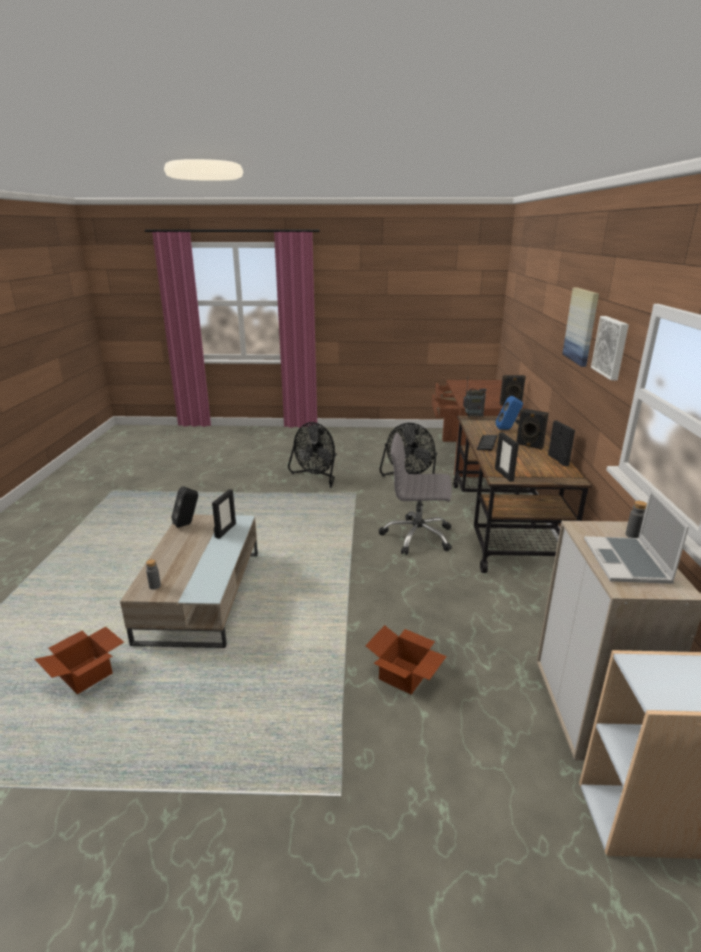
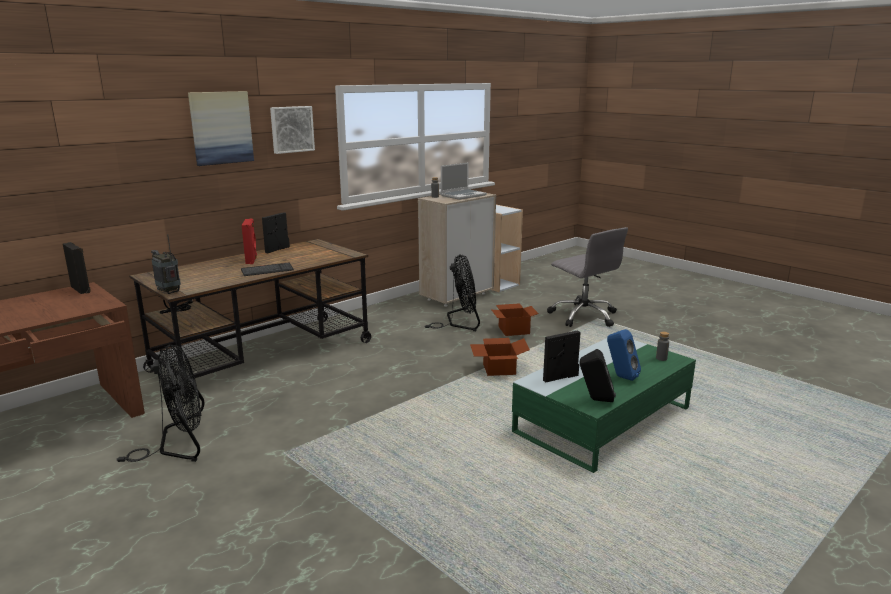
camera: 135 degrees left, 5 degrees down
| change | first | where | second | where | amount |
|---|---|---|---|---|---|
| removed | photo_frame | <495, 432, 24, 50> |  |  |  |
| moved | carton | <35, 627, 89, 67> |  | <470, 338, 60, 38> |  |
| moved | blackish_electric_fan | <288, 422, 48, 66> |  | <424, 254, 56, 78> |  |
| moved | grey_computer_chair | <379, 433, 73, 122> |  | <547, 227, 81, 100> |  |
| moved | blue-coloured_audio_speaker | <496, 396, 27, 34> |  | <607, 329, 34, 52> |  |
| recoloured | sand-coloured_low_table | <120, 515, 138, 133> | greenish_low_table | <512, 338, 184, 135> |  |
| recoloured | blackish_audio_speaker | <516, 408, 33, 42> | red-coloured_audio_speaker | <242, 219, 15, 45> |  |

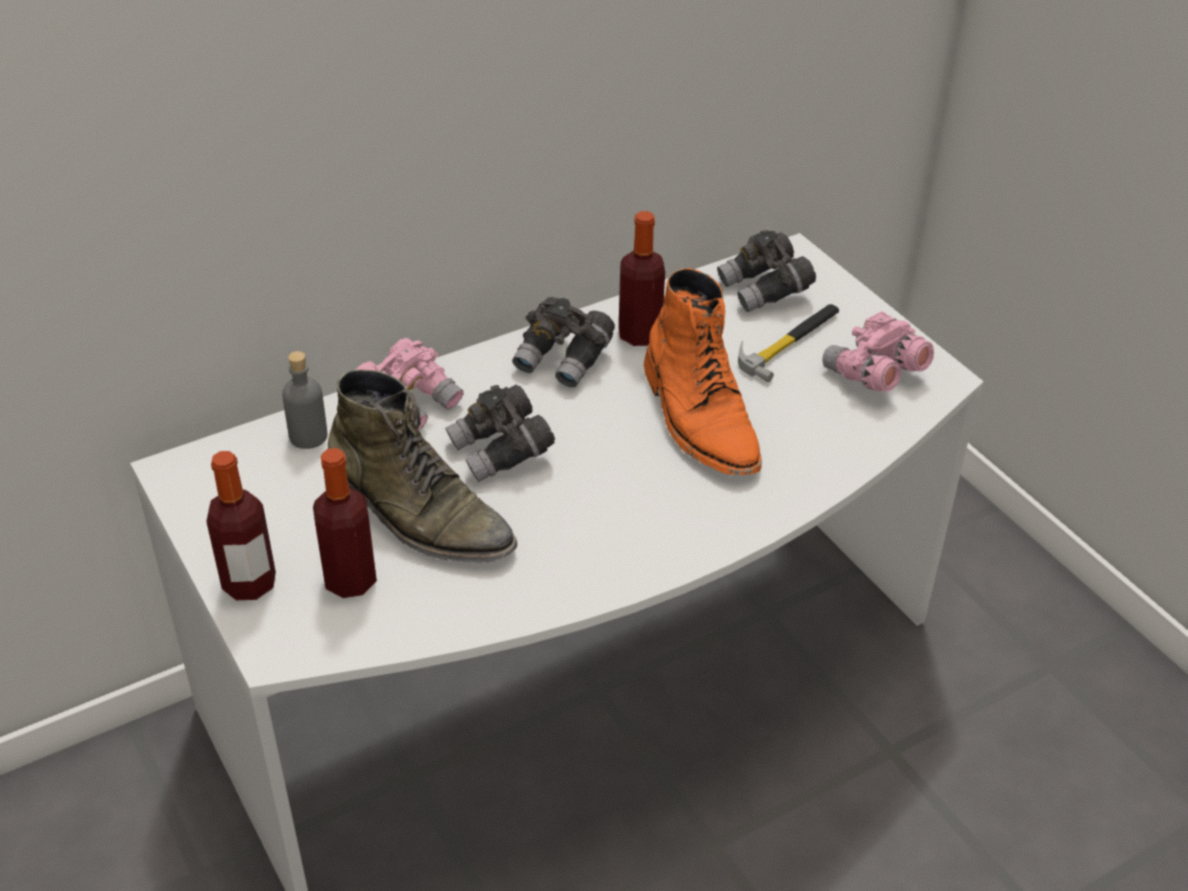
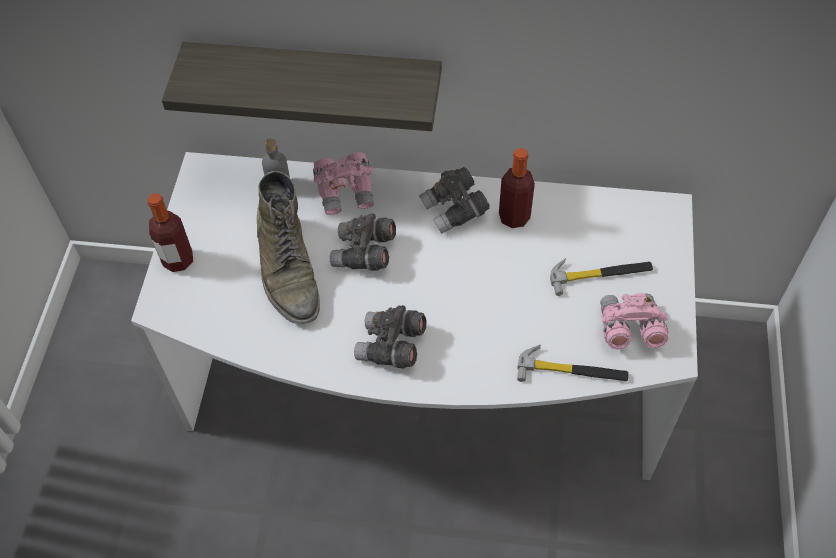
camera: 40 degrees right, 15 degrees up
| change | first | where | second | where | amount |
|---|---|---|---|---|---|
| removed | beverage_bottle | <313, 448, 64, 150> |  |  |  |
| removed | orange-coloured_tall_boot | <644, 268, 118, 207> |  |  |  |
| added |  |  | wall_shelf | <162, 42, 280, 89> |  |
| added |  |  | tool_hammer | <517, 345, 112, 37> |  |
| moved | grey_pair_of_binoculars | <717, 230, 99, 82> |  | <354, 305, 73, 64> |  |

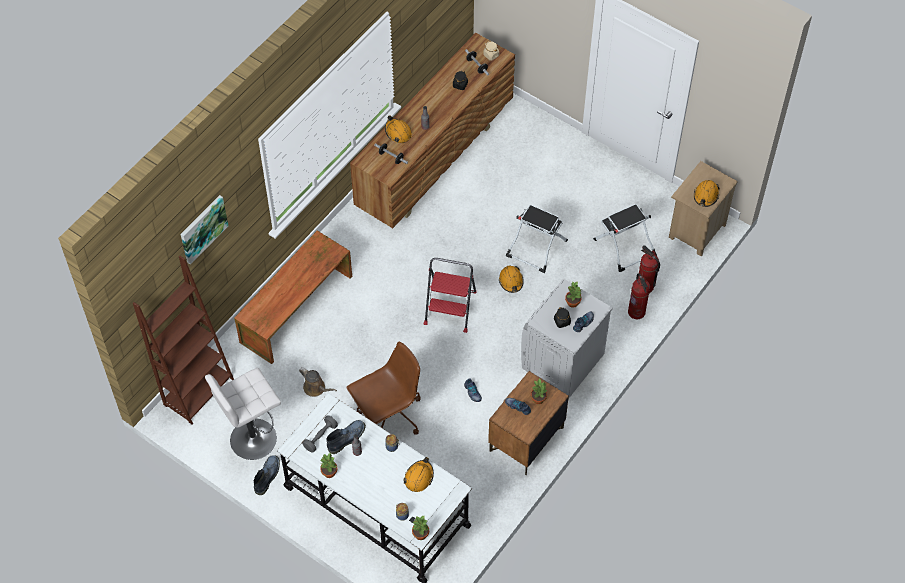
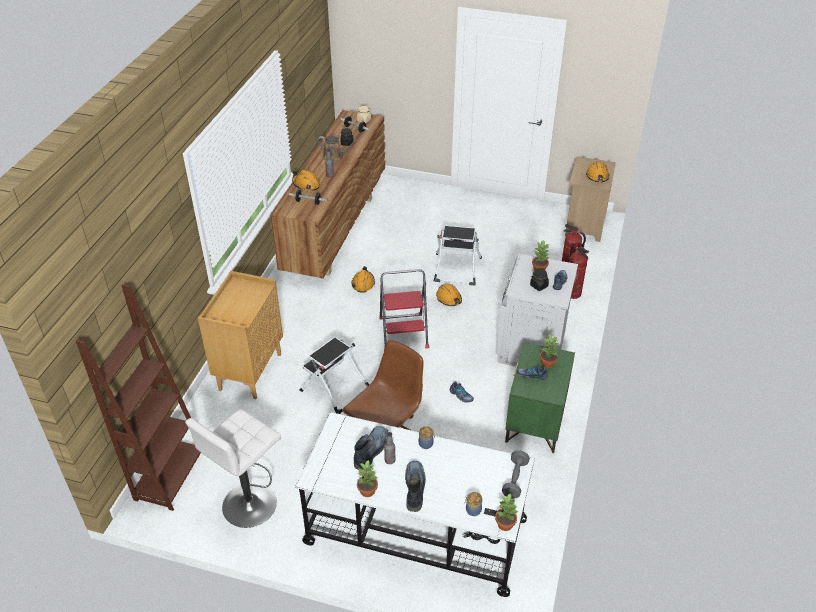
camera: 20 degrees left, 15 degrees down
| change | first | where | second | where | amount |
|---|---|---|---|---|---|
| removed | wall_picture | <181, 195, 47, 70> |  |  |  |
| moved | tall_boot | <254, 455, 26, 40> |  | <405, 461, 21, 51> |  |
| moved | brownish_sprinkling_can | <299, 367, 38, 30> |  | <317, 136, 42, 27> |  |
| moved | grey_free_weight | <302, 415, 36, 38> |  | <502, 450, 28, 49> |  |
| moved | orange-coloured_safety_helmet | <403, 457, 31, 35> |  | <351, 266, 24, 27> |  |
| moved | step_stool | <593, 204, 64, 68> |  | <300, 337, 69, 77> |  |
| replaced | brownish_indoor_bench | <234, 231, 118, 133> | brownish_cabinet | <198, 271, 85, 128> |  |
| recoloured | brownish_bedside_table | <488, 371, 81, 104> | greenish_bedside_table | <505, 342, 70, 111> |  |

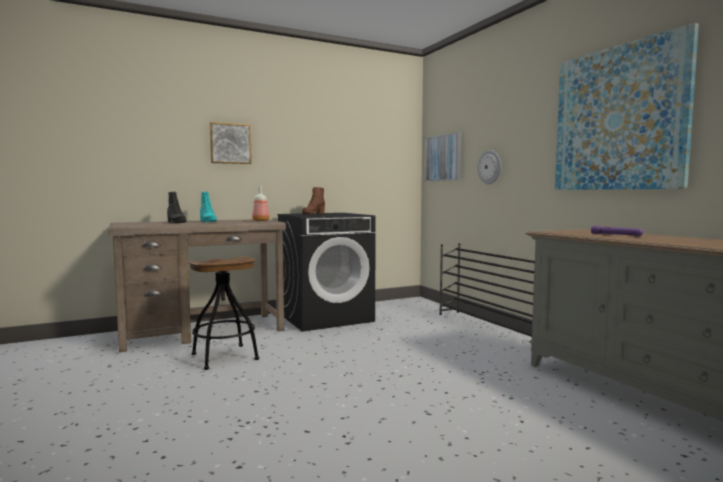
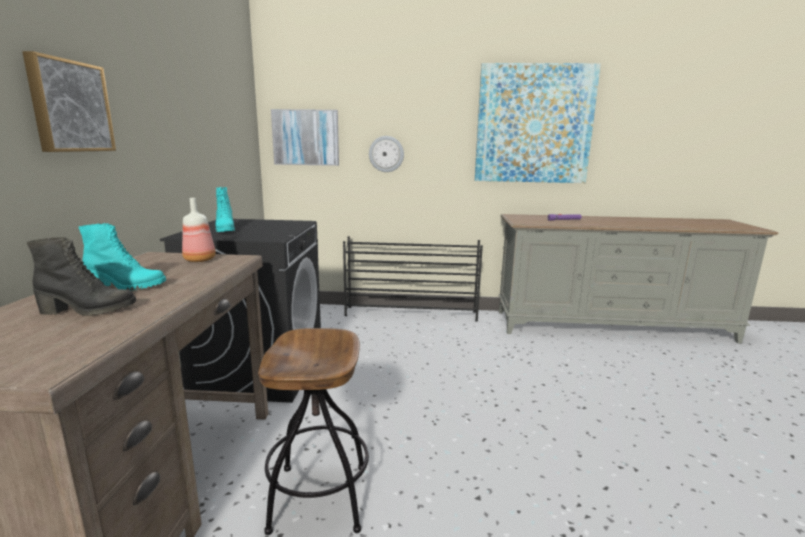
camera: 60 degrees left, 10 degrees up
| change | first | where | second | where | amount |
|---|---|---|---|---|---|
| recoloured | brownish_tall_boot | <302, 187, 23, 27> | turquoise_tall_boot | <215, 187, 20, 45> |  |

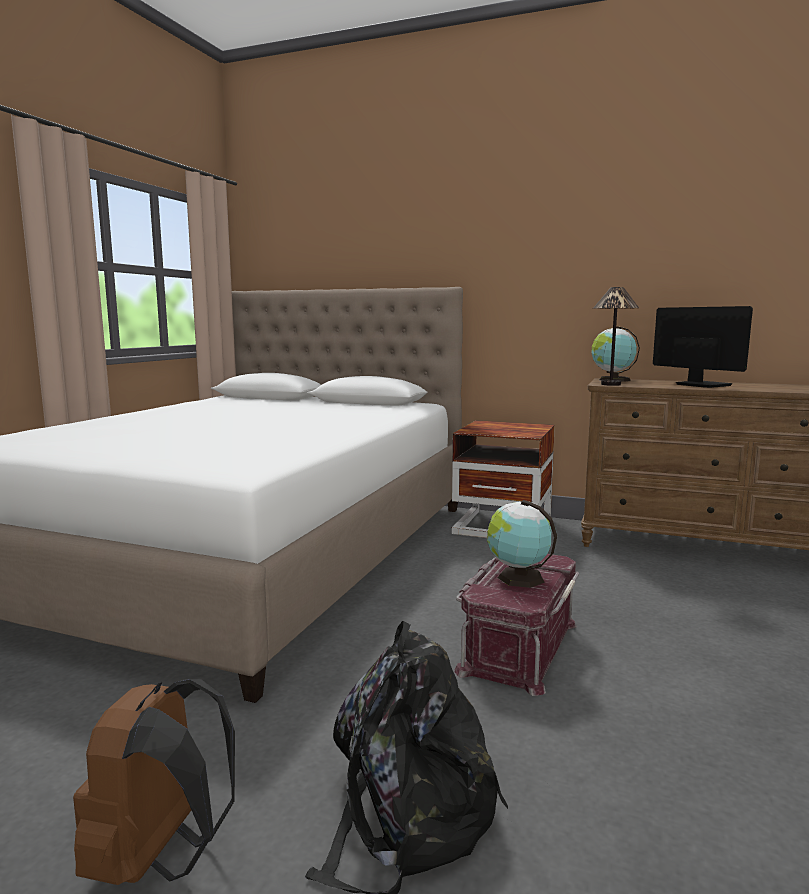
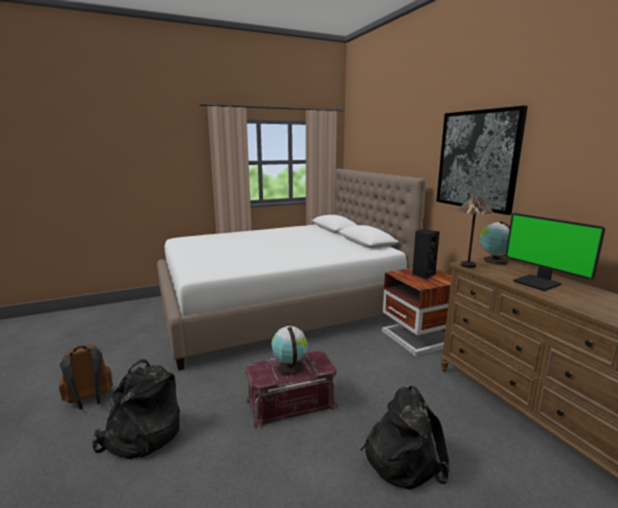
camera: 45 degrees right, 5 degrees up
| change | first | where | second | where | amount |
|---|---|---|---|---|---|
| added |  |  | blackish_rucksack | <360, 386, 89, 104> |  |
| added |  |  | blackish_audio_speaker | <412, 229, 28, 50> |  |
| added |  |  | wall_picture | <436, 105, 92, 110> |  |
| turned | computer_screen | <653, 306, 100, 82> |  | <506, 213, 99, 78> | 135 degrees clockwise |

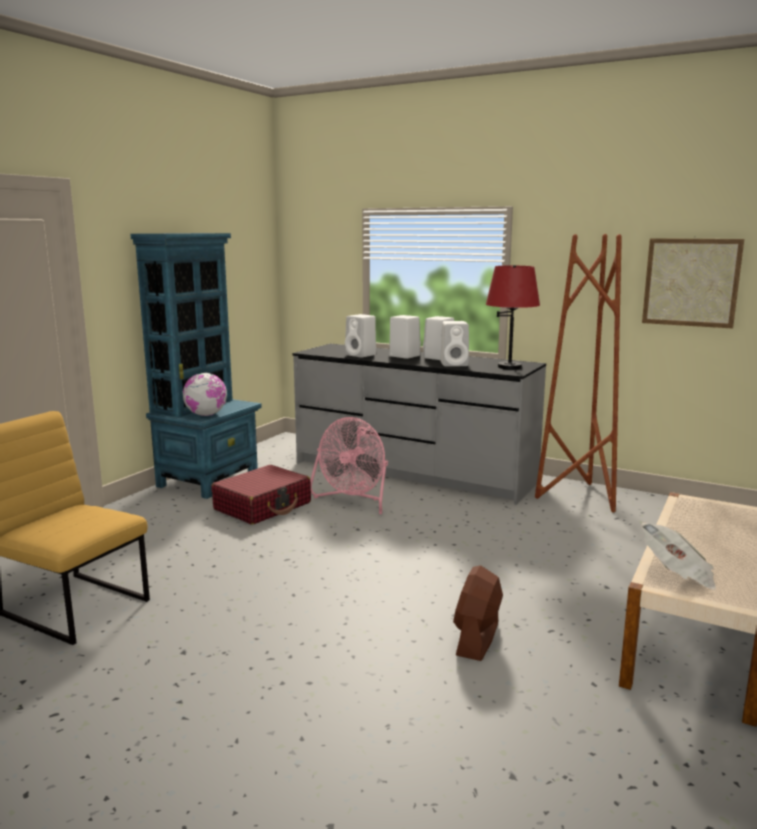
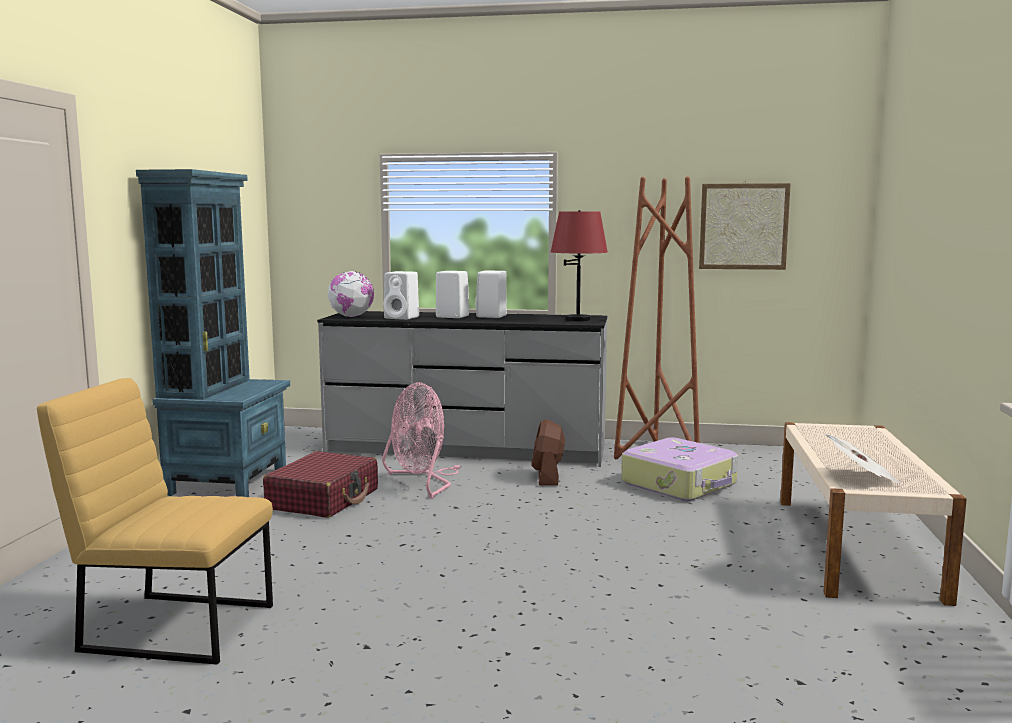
camera: 20 degrees left, 5 degrees down
| change | first | where | second | where | amount |
|---|---|---|---|---|---|
| removed | white_audio_speaker | <440, 321, 29, 46> |  |  |  |
| added |  |  | suitcase | <621, 437, 117, 64> |  |
| moved | world_globe | <183, 373, 44, 43> |  | <328, 271, 46, 46> |  |
| moved | brownish_electric_fan | <453, 565, 50, 96> |  | <532, 419, 33, 67> |  |
| turned | pink-coloured_electric_fan | <310, 417, 78, 97> |  | <382, 382, 79, 117> | 45 degrees clockwise |

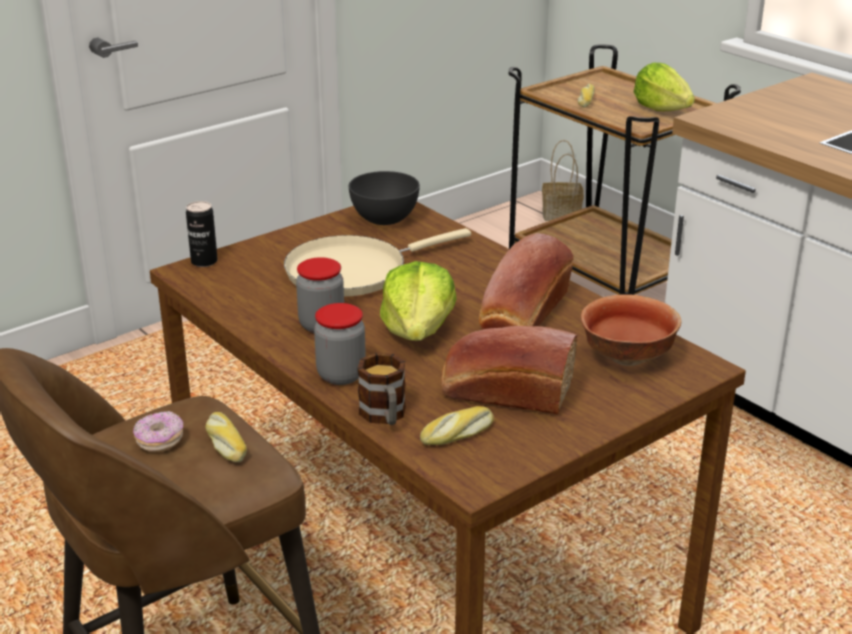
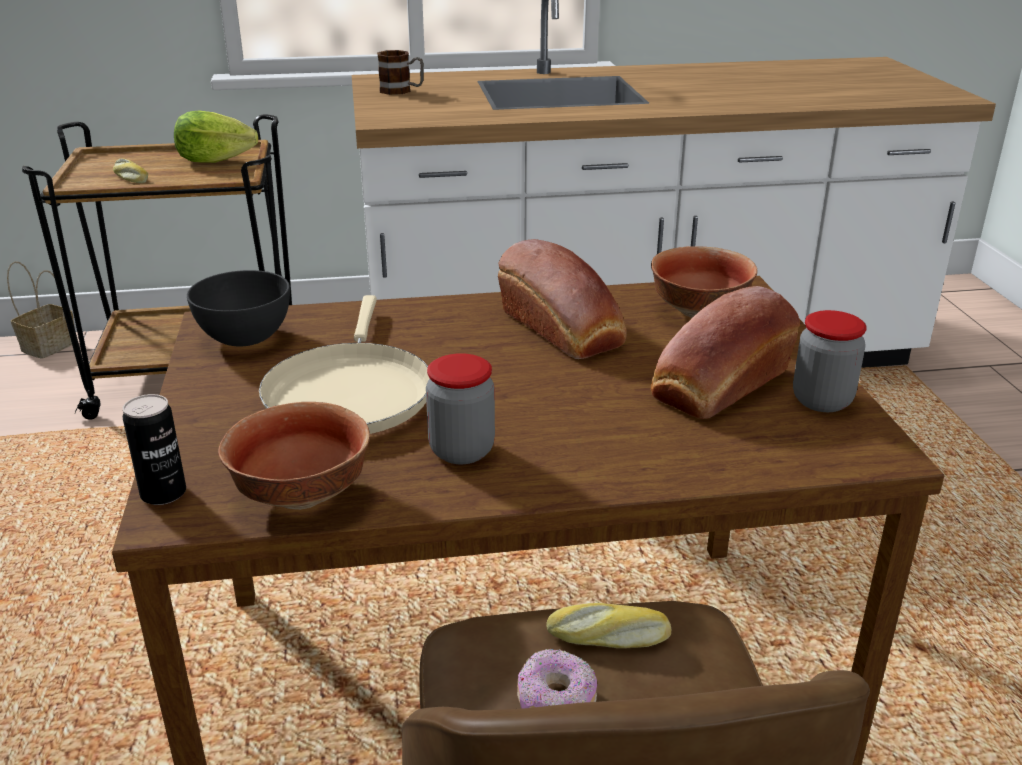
camera: 60 degrees left, 0 degrees up
| change | first | where | second | where | amount |
|---|---|---|---|---|---|
| removed | lettuce_head | <380, 261, 76, 80> |  |  |  |
| removed | bakery_bread | <420, 406, 74, 39> |  |  |  |
| added |  |  | serving_bowl | <218, 402, 152, 108> |  |
| moved | storage_jar | <314, 303, 52, 82> |  | <793, 310, 74, 102> |  |
| moved | coffee_mug | <357, 353, 49, 72> |  | <377, 50, 47, 45> |  |

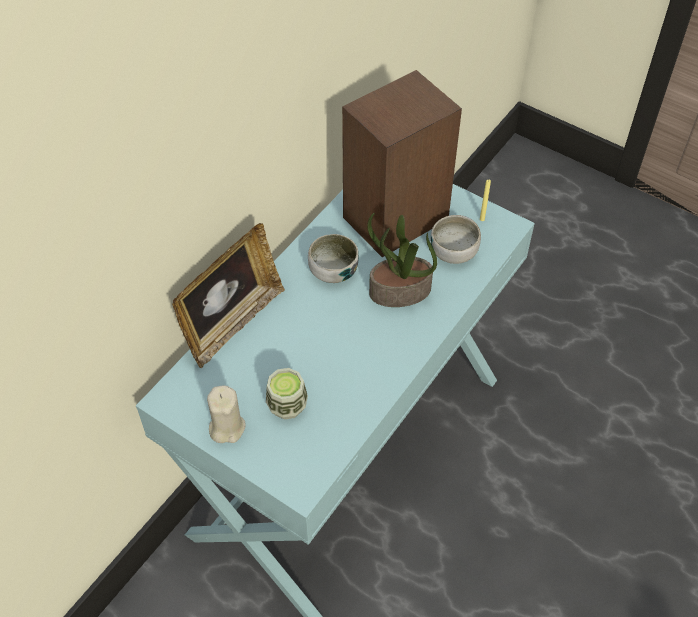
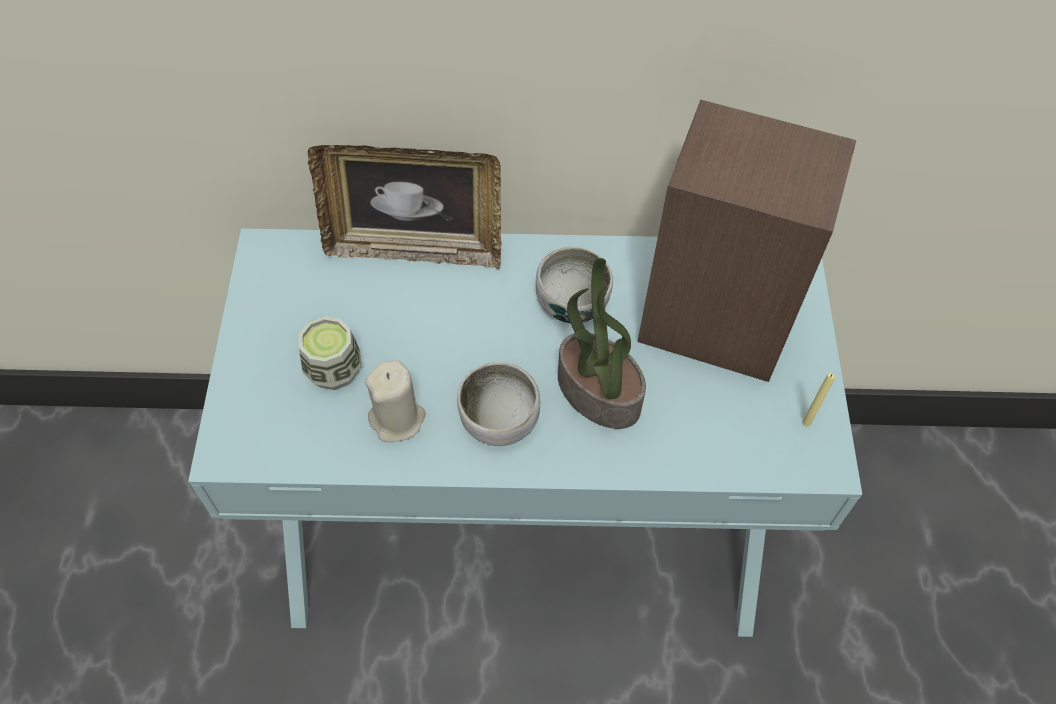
camera: 55 degrees right, 5 degrees up
| change | first | where | second | where | amount |
|---|---|---|---|---|---|
| moved | sand-coloured_candle | <207, 386, 39, 57> |  | <365, 360, 61, 82> |  |
| moved | serving_bowl | <431, 215, 50, 49> |  | <457, 362, 83, 84> |  |

